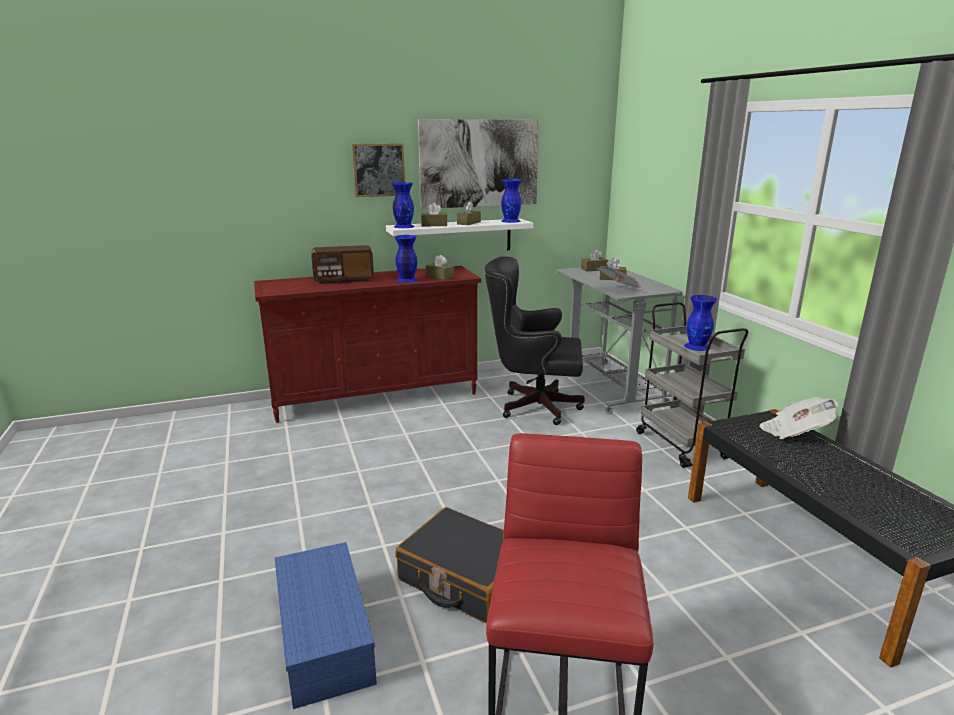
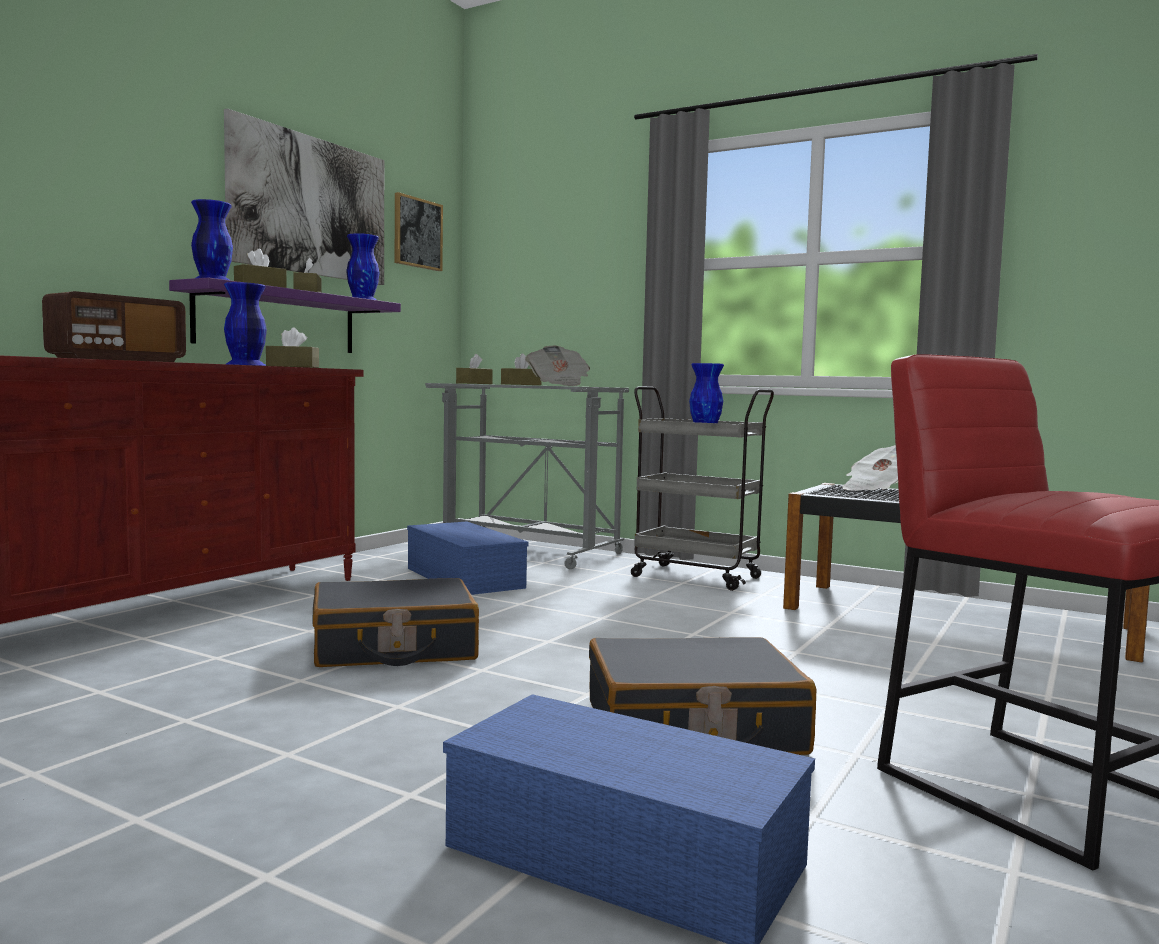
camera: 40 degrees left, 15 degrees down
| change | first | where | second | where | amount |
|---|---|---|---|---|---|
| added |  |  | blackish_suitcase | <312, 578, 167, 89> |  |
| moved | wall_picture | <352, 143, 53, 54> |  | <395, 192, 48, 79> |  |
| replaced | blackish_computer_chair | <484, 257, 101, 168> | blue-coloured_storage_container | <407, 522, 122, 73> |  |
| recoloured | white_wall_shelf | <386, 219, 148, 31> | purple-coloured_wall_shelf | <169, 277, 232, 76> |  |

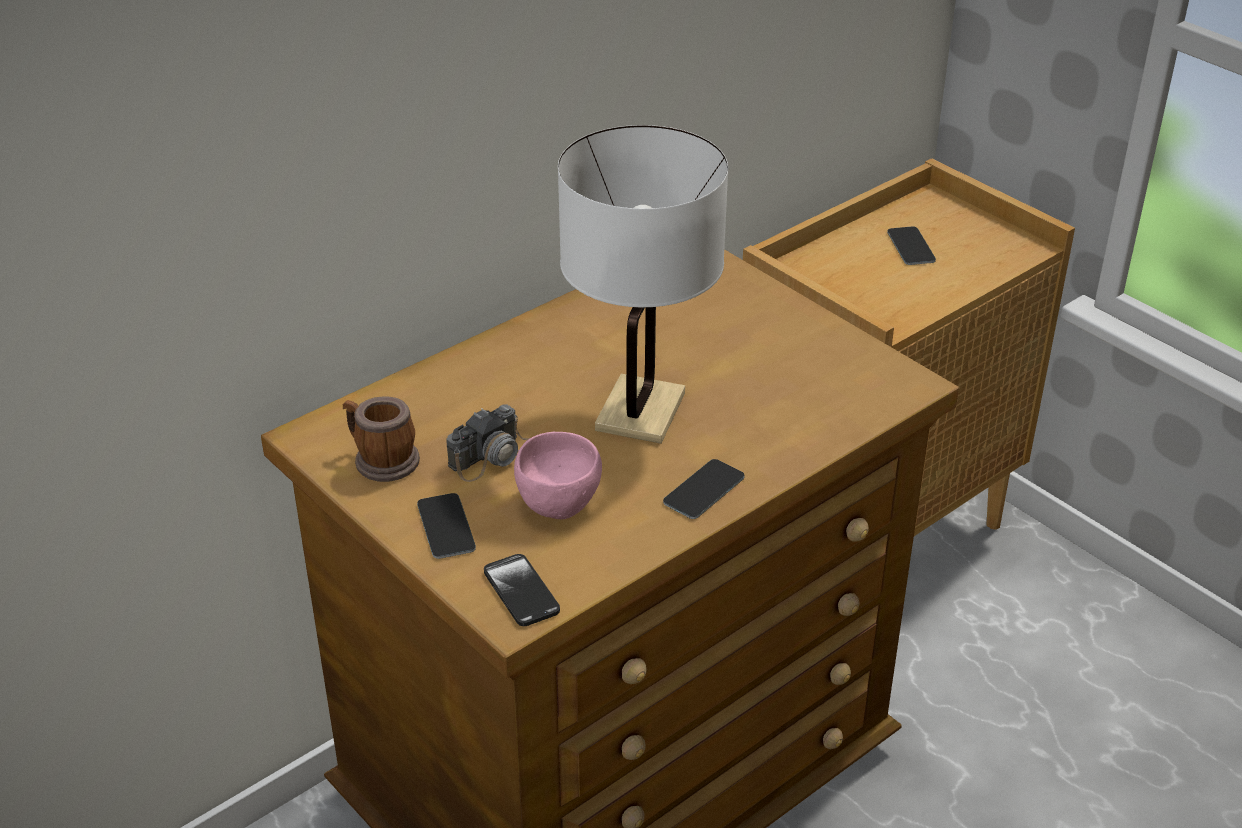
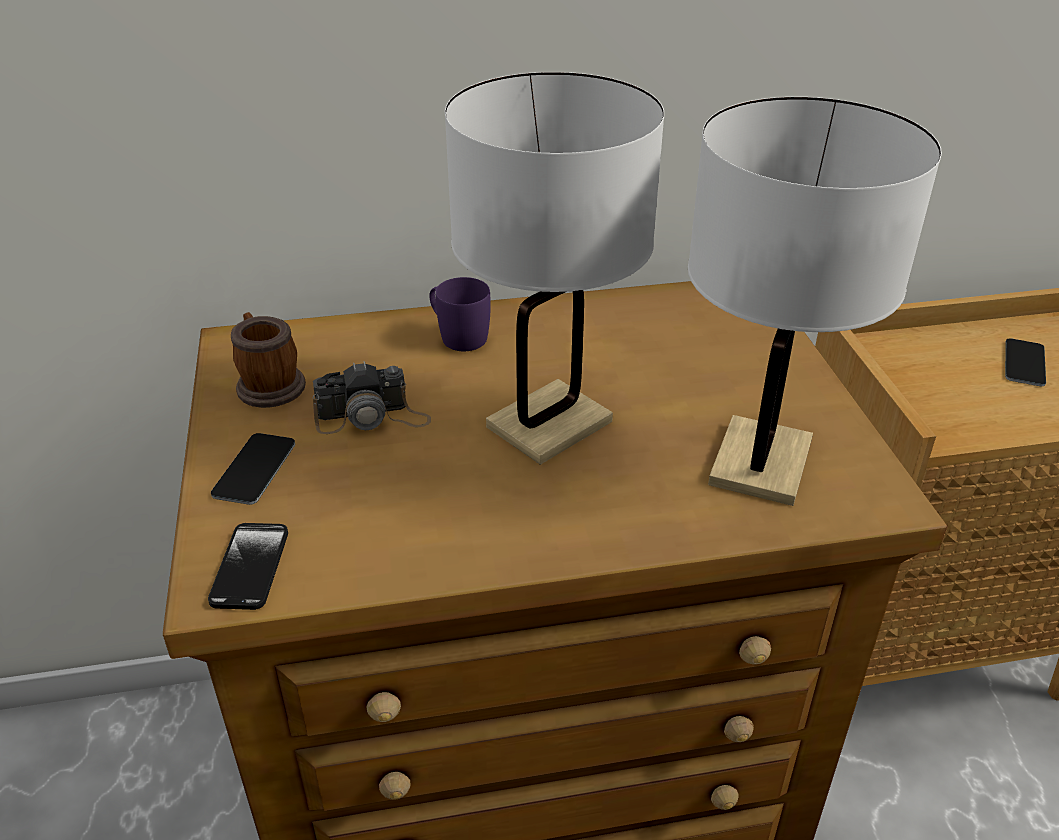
camera: 30 degrees right, 0 degrees up
| change | first | where | second | where | amount |
|---|---|---|---|---|---|
| removed | pink-coloured_serving_bowl | <514, 432, 88, 87> |  |  |  |
| removed | handset | <663, 459, 82, 60> |  |  |  |
| added |  |  | purple-coloured_coffee_mug | <429, 277, 62, 74> |  |
| added |  |  | white_lamp_for_a_table | <688, 97, 254, 409> |  |

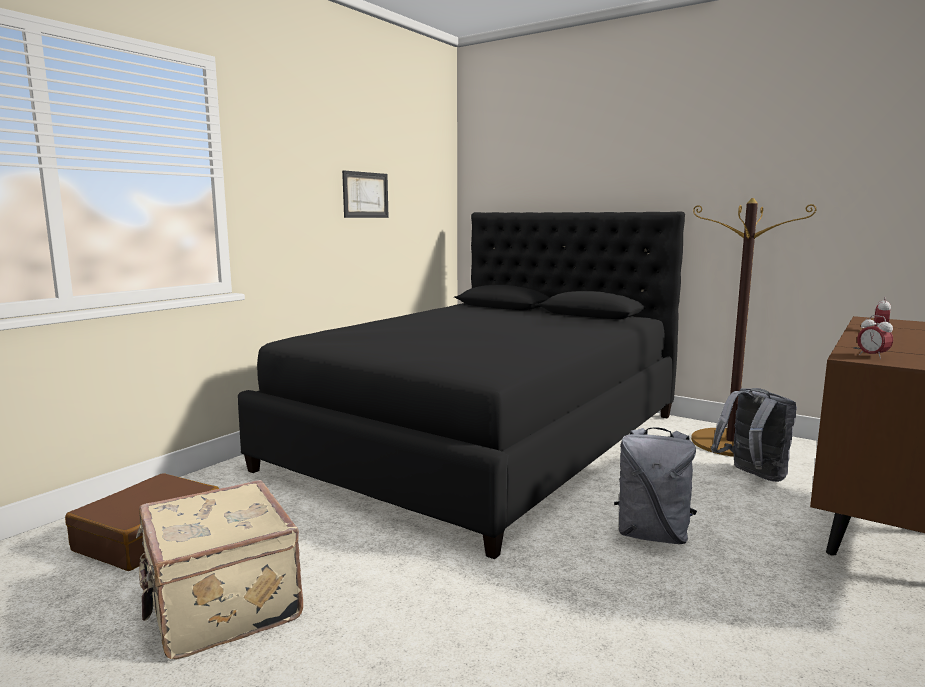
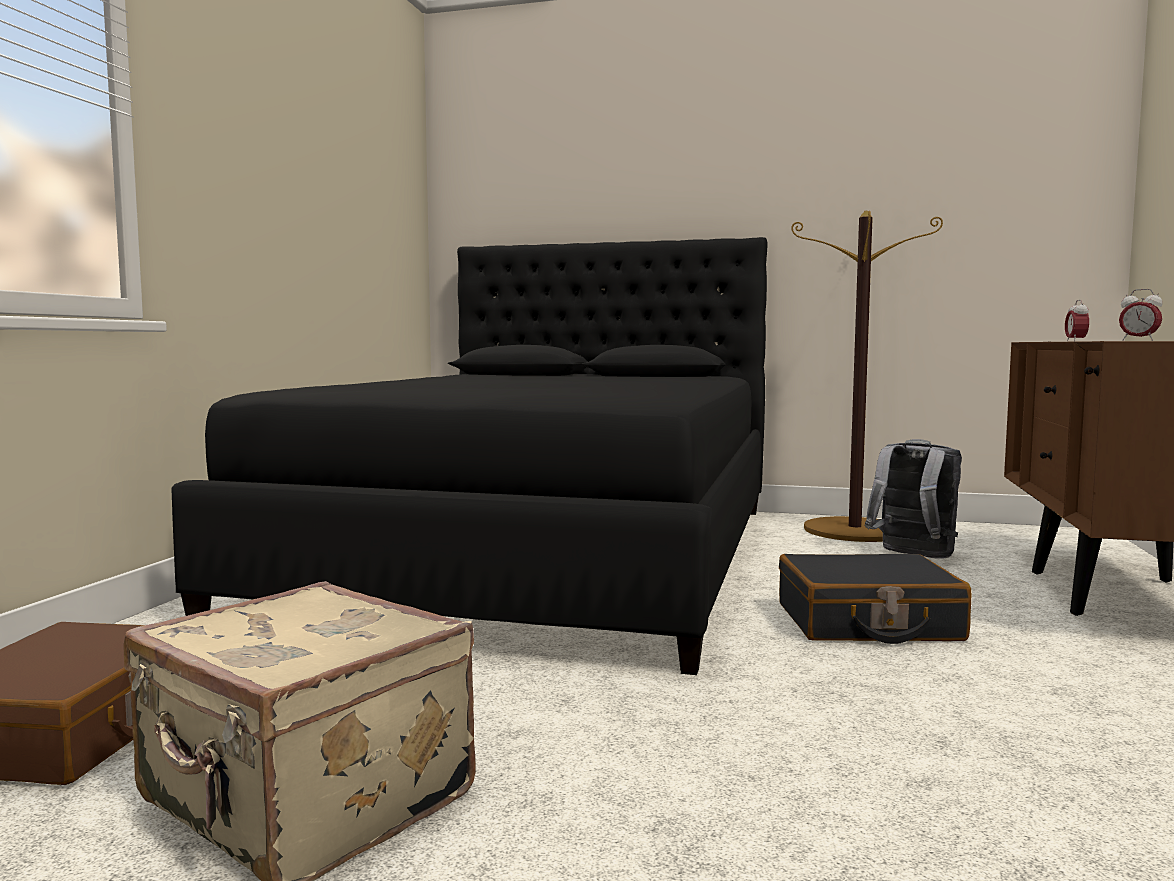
camera: 20 degrees left, 5 degrees down
| change | first | where | second | where | amount |
|---|---|---|---|---|---|
| removed | wall_picture | <342, 171, 47, 47> |  |  |  |
| replaced | grey_rucksack | <614, 427, 83, 117> | blackish_suitcase | <779, 554, 192, 90> |  |

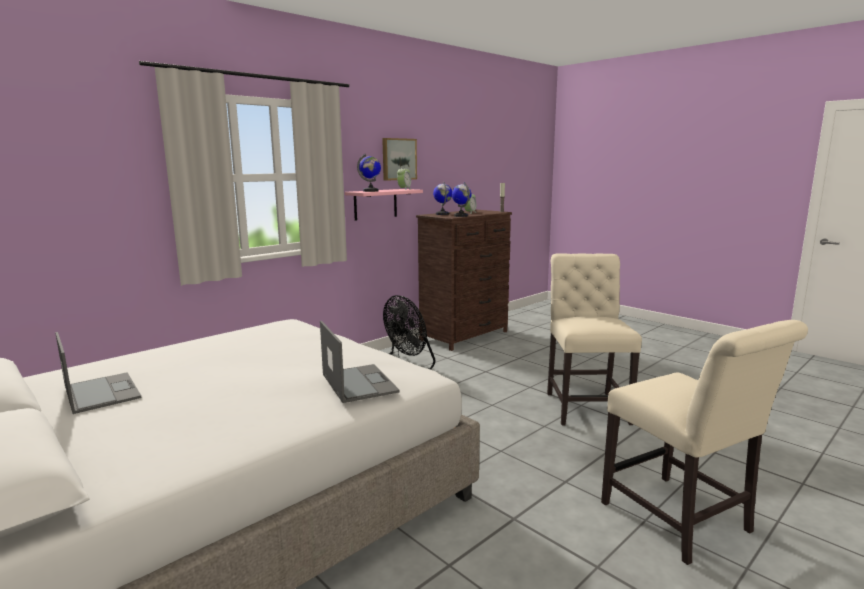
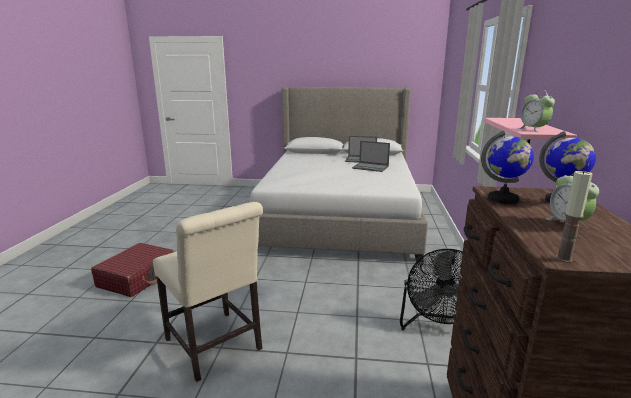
camera: 140 degrees right, 5 degrees up
| change | first | where | second | where | amount |
|---|---|---|---|---|---|
| removed | world_globe | <357, 154, 24, 38> |  |  |  |
| removed | wall_picture | <382, 138, 35, 43> |  |  |  |
| moved | portable_computer | <320, 321, 80, 82> |  | <352, 141, 38, 31> |  |
| replaced | sand-coloured_upright_chair | <601, 320, 207, 245> | red-coloured_suitcase | <91, 243, 84, 54> |  |

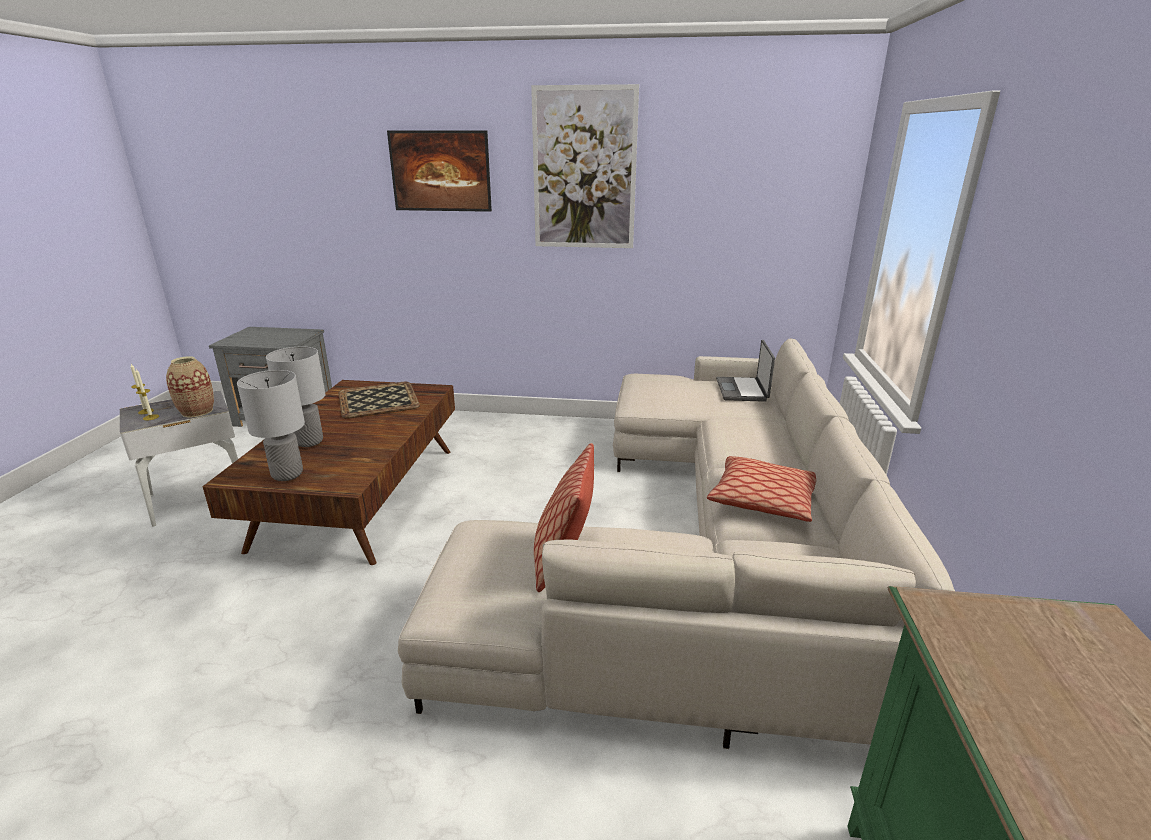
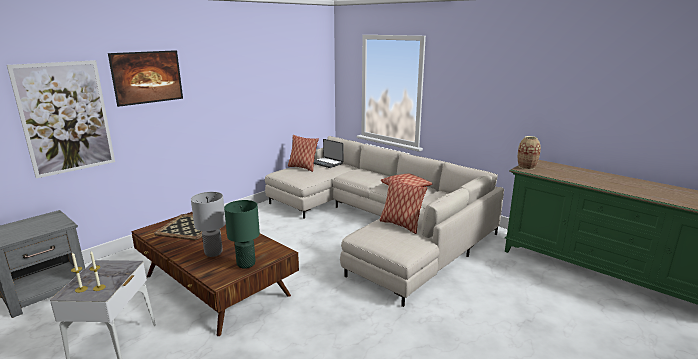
camera: 55 degrees left, 5 degrees down
| change | first | where | second | where | amount |
|---|---|---|---|---|---|
| added |  |  | cushion | <288, 135, 31, 37> |  |
| moved | decorative_vase | <166, 356, 48, 61> |  | <518, 136, 23, 33> |  |
| moved | wall_picture | <531, 84, 108, 164> |  | <7, 60, 108, 119> |  |
| recoloured | grey_lamp_for_a_table | <237, 370, 68, 111> | greenish_lamp_for_a_table | <224, 200, 36, 69> |  |

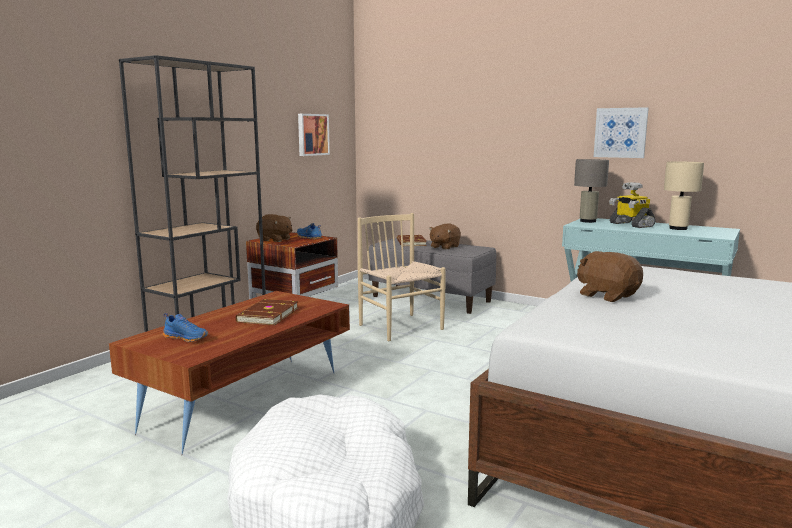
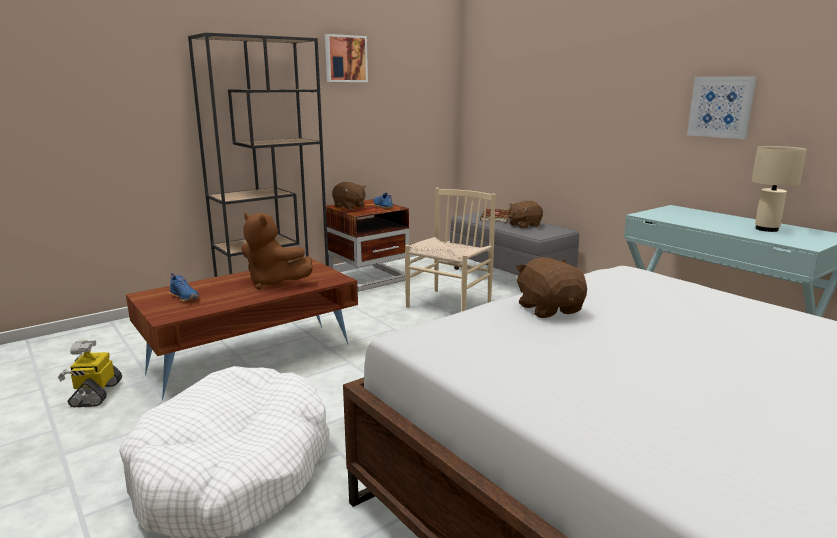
camera: 20 degrees right, 5 degrees up
| change | first | where | second | where | amount |
|---|---|---|---|---|---|
| removed | grey_lamp_for_a_table | <574, 159, 35, 64> |  |  |  |
| moved | wall_picture | <298, 114, 32, 42> |  | <325, 34, 43, 48> |  |
| moved | model_robot | <609, 182, 47, 46> |  | <58, 340, 64, 68> |  |
| replaced | brownish_volume | <235, 299, 63, 26> | brownish_plush_toy | <241, 213, 72, 77> |  |
| turned | sand-coloured_upright_chair | <358, 213, 87, 128> |  | <405, 188, 90, 124> | 45 degrees clockwise |

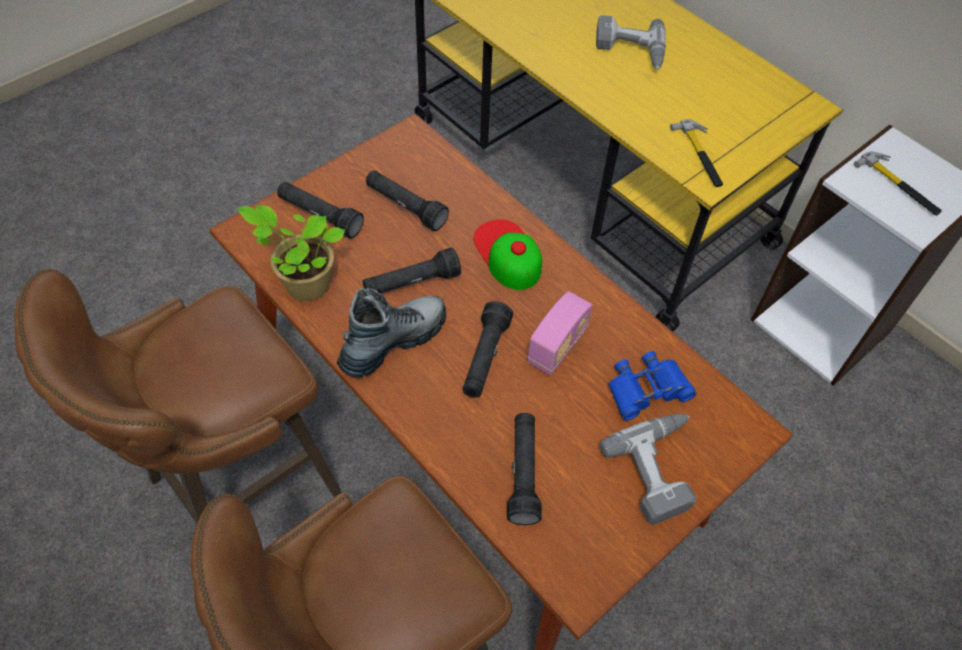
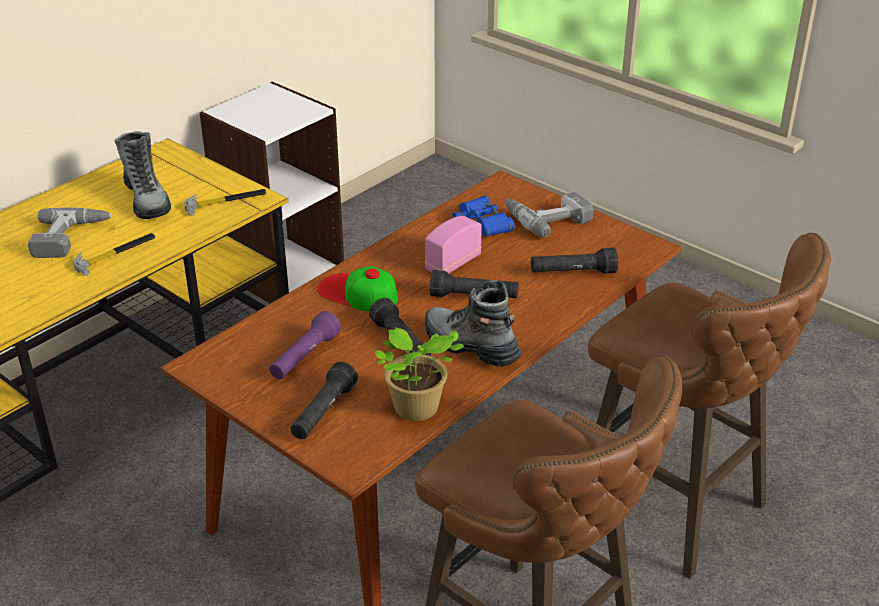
camera: 95 degrees left, 20 degrees down
| change | first | where | second | where | amount |
|---|---|---|---|---|---|
| added |  |  | tall_boot | <115, 131, 56, 88> |  |
| moved | tool_hammer | <854, 151, 88, 65> |  | <73, 233, 82, 43> |  |
| recoloured | blackish_hand_torch | <366, 170, 83, 61> | purple-coloured_hand_torch | <269, 311, 72, 68> |  |
| turned | cap | <473, 219, 69, 71> |  | <318, 266, 80, 46> | 60 degrees clockwise |
| turned | radio_receiver | <527, 291, 65, 84> |  | <425, 216, 57, 57> | 75 degrees counterclockwise |

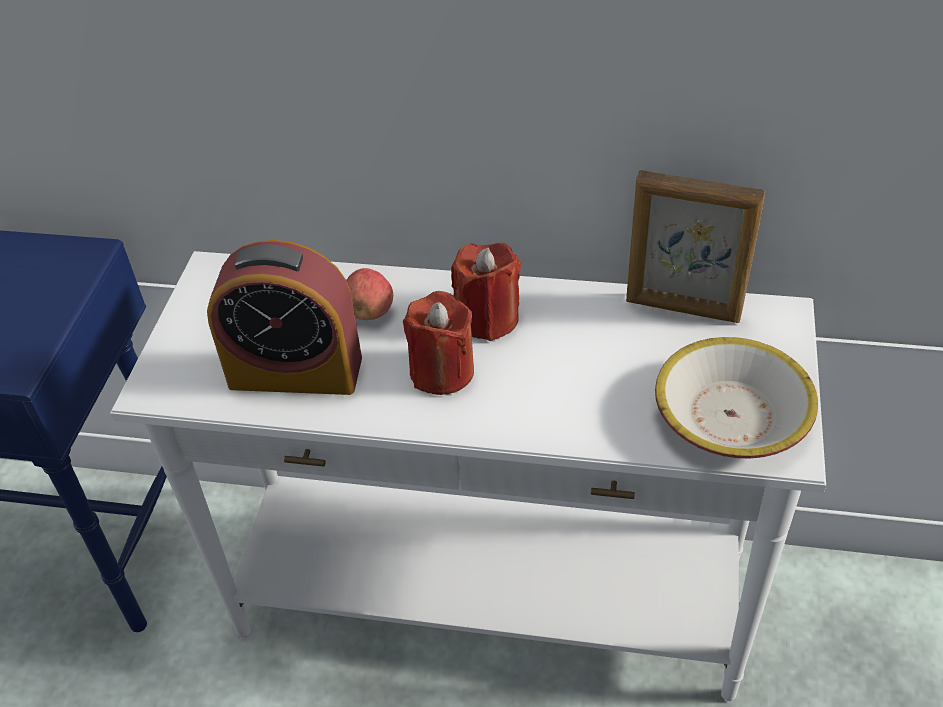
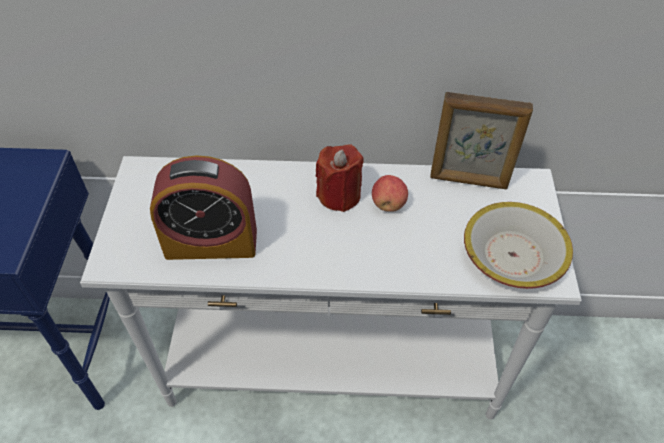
camera: 10 degrees left, 5 degrees up
| change | first | where | second | where | amount |
|---|---|---|---|---|---|
| removed | red-coloured_candle | <403, 291, 71, 104> |  |  |  |
| moved | apple | <346, 268, 47, 52> |  | <372, 175, 36, 37> |  |

